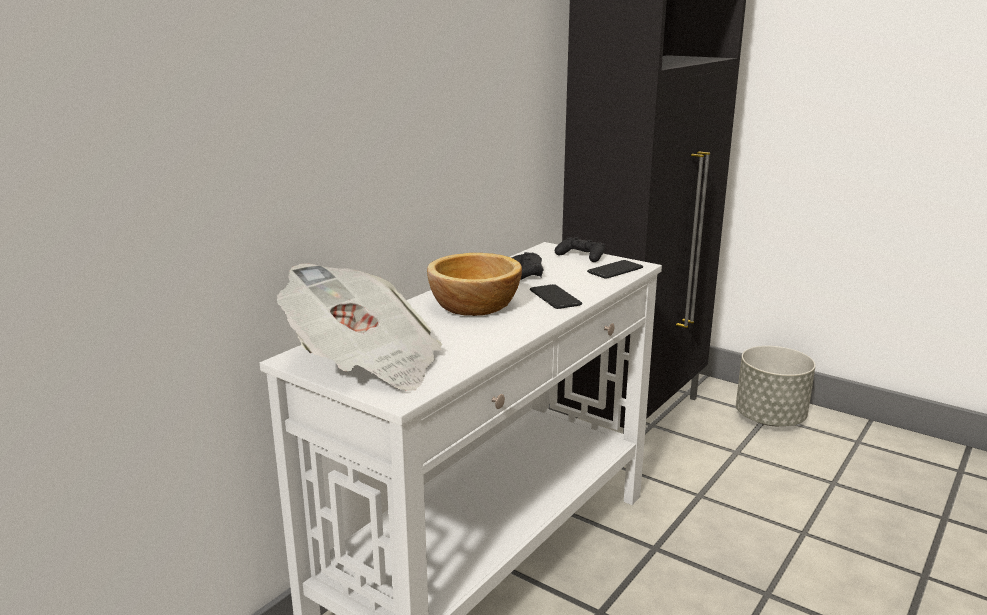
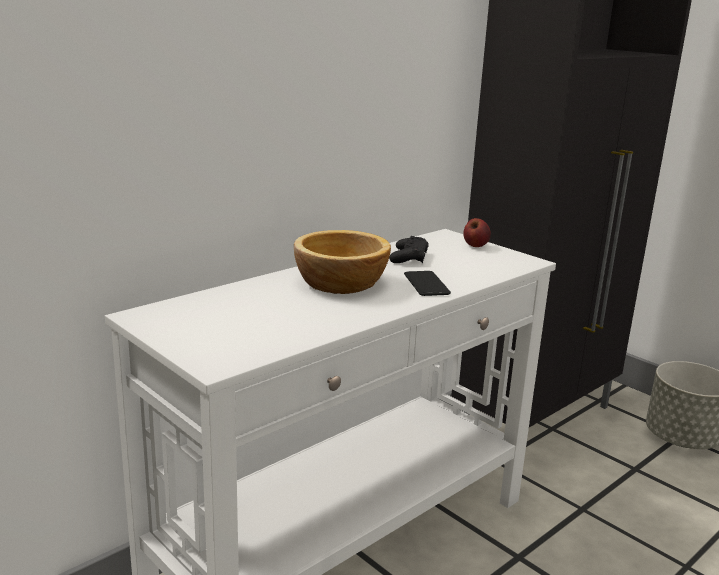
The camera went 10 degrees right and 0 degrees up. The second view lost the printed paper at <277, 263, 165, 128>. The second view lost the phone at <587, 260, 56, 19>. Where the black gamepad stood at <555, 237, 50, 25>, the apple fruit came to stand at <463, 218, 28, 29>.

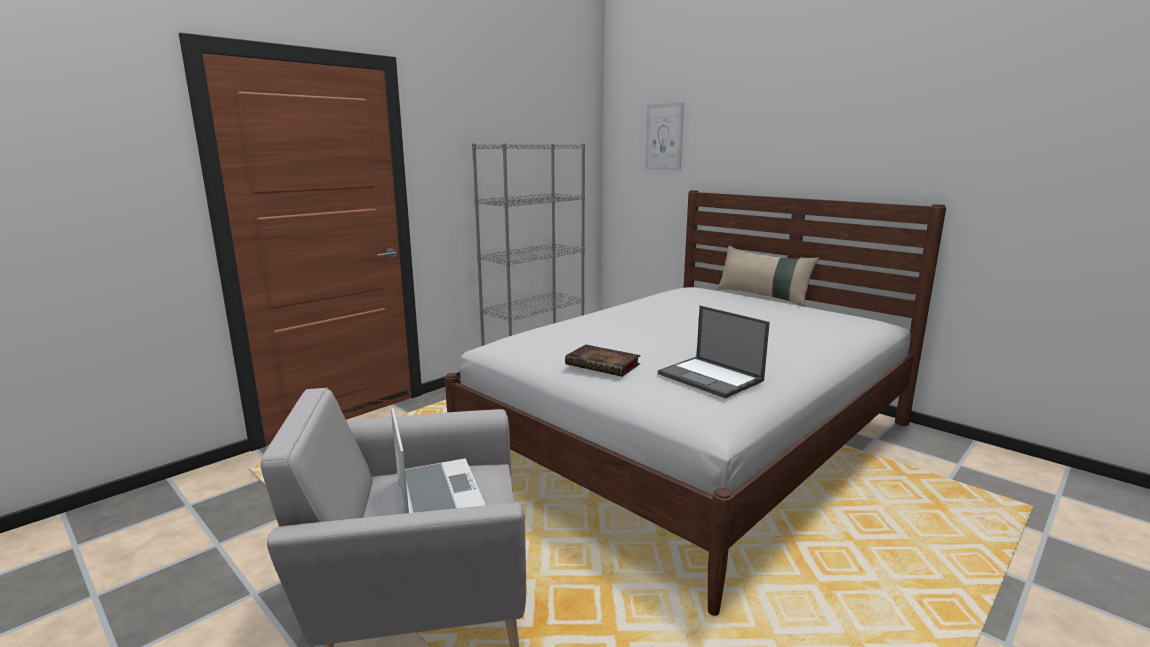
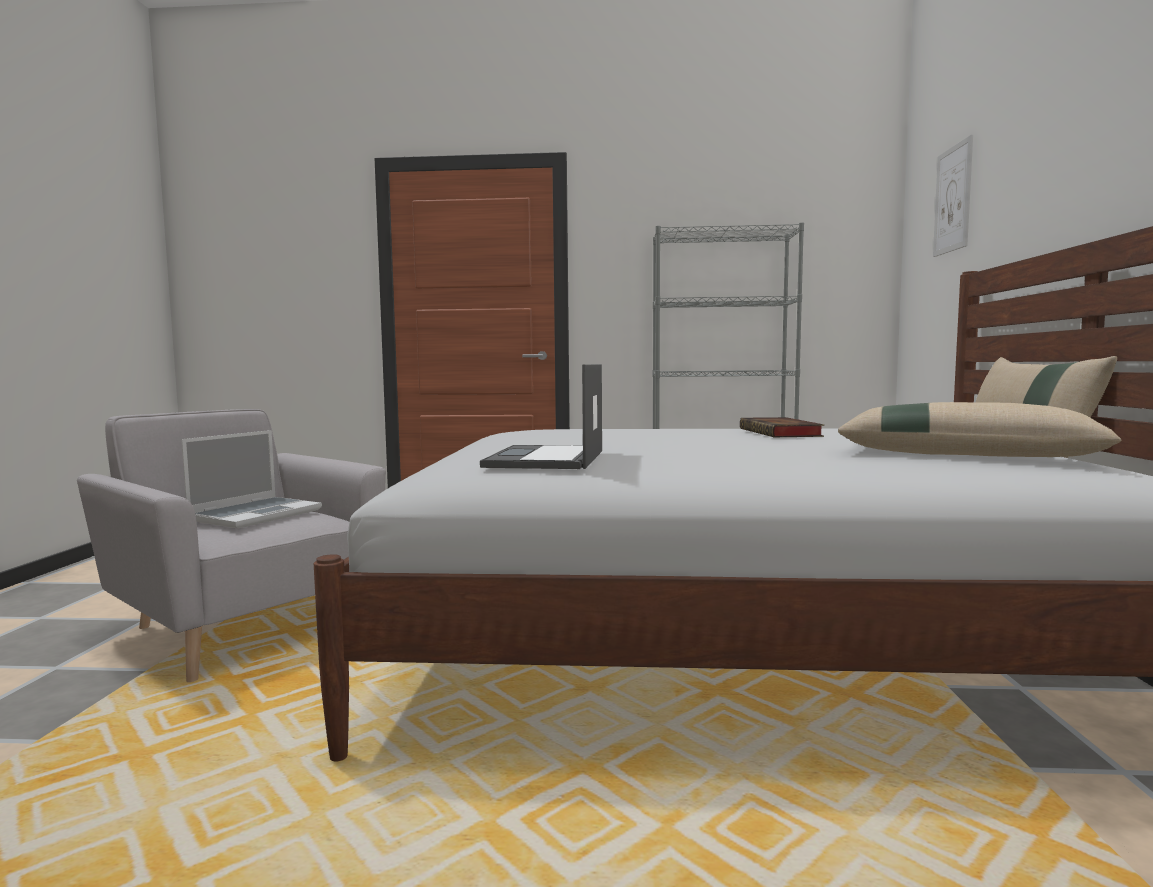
The camera went 50 degrees right and 10 degrees down. The second view gained the sand-coloured cushion at <838, 402, 283, 55>. The book ended up elsewhere, having gone from <565, 345, 76, 32> to <740, 417, 84, 20>.

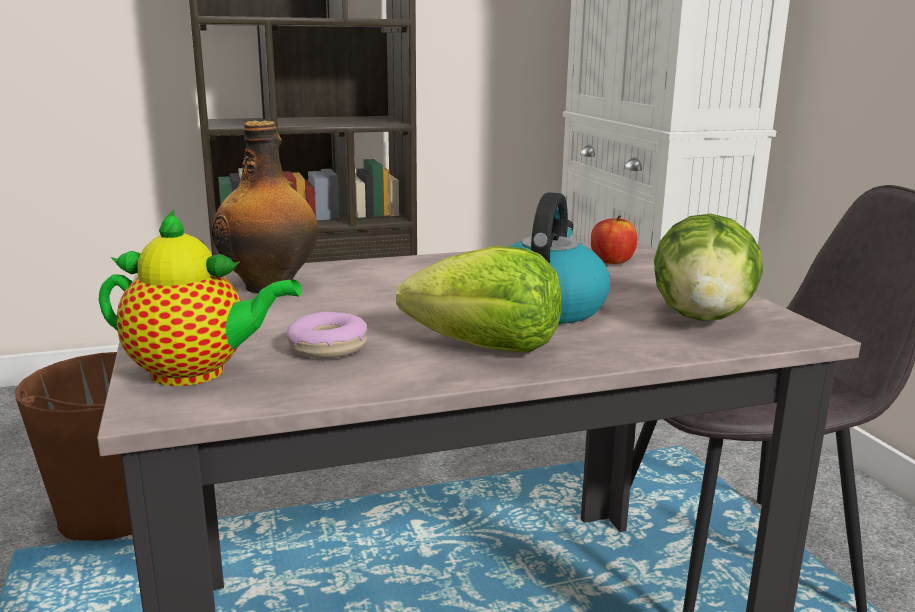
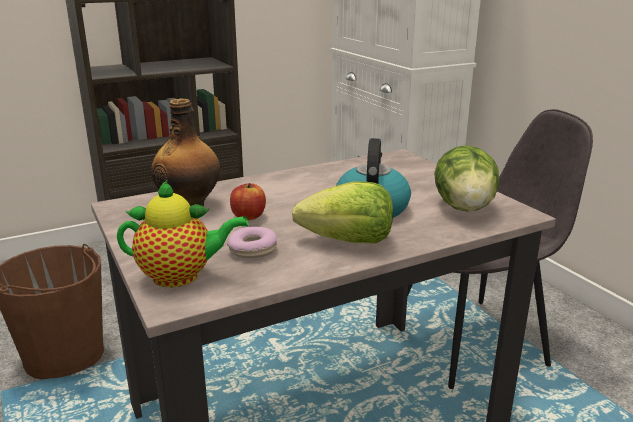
The camera went 10 degrees left and 5 degrees up. The apple fruit ended up elsewhere, having gone from <591, 215, 46, 49> to <230, 183, 36, 37>.

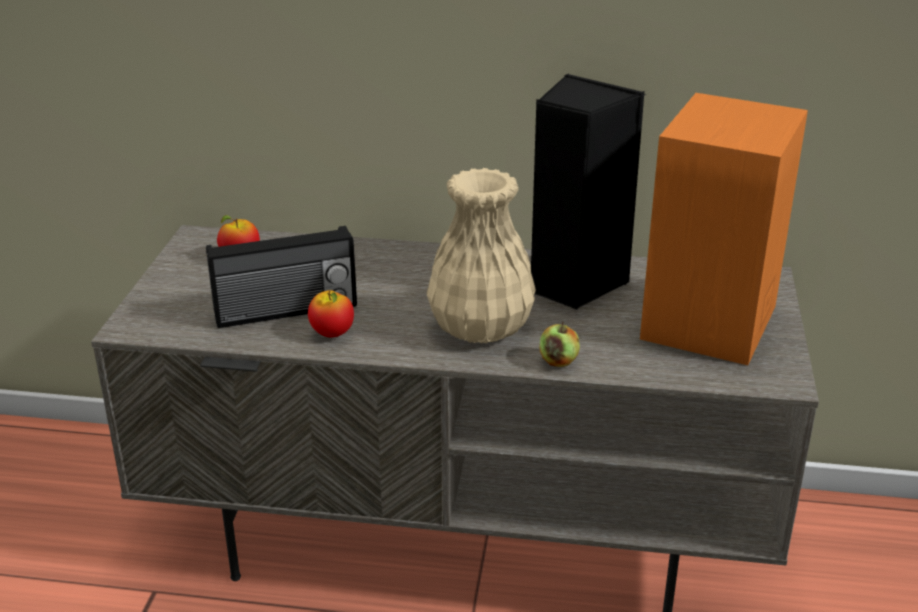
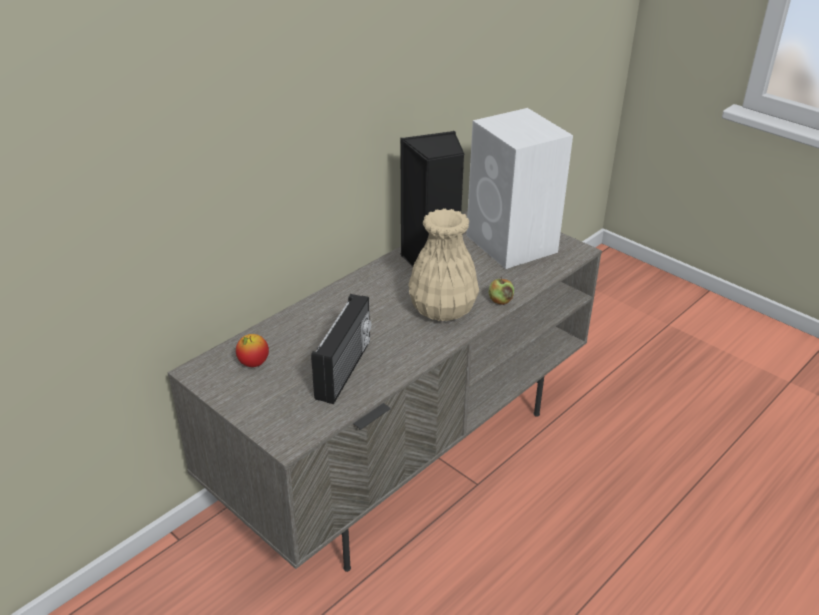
The camera went 55 degrees left and 5 degrees up. The second view lost the apple fruit at <308, 290, 46, 48>. What was the orangey audio speaker at <640, 93, 168, 272> turned into the white-coloured audio speaker at <466, 108, 107, 161>.

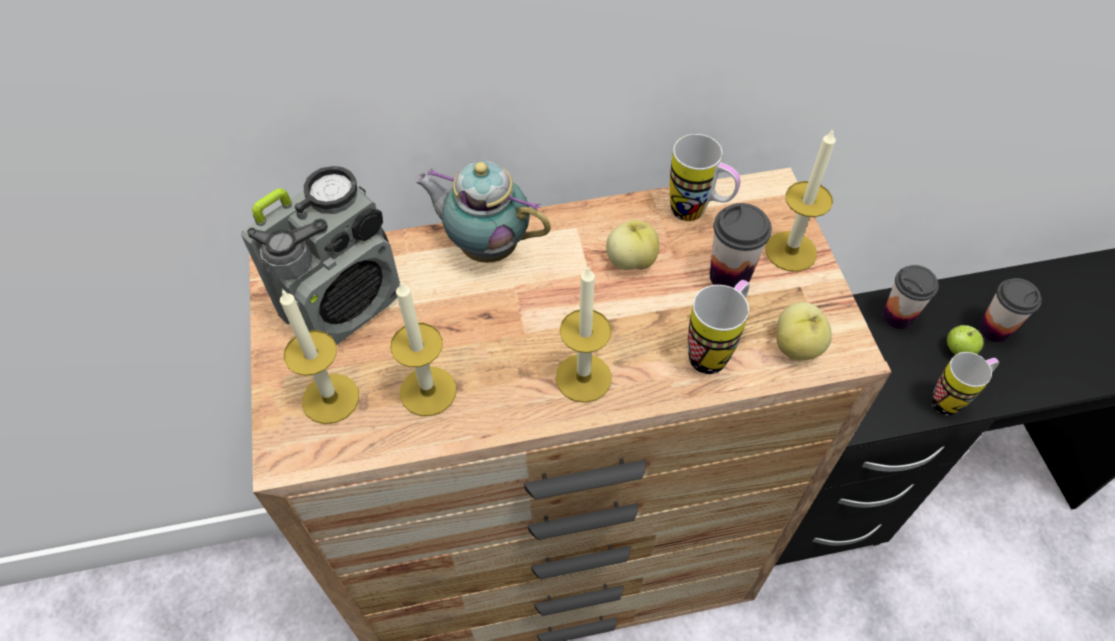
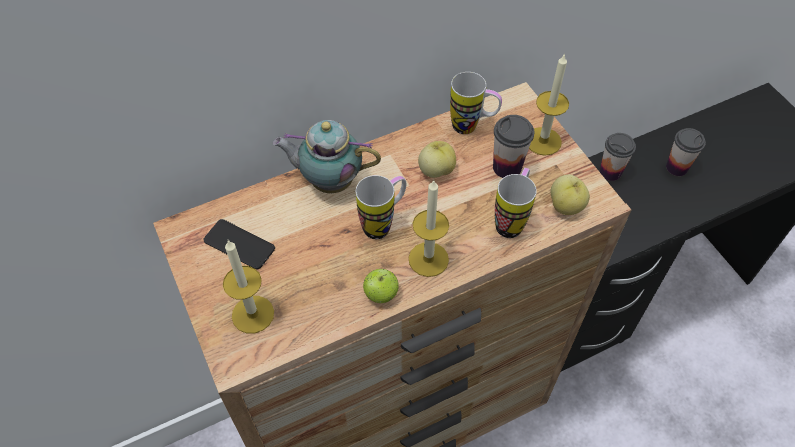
The camera went 15 degrees left and 0 degrees up. The second view lost the candle at <390, 281, 66, 135>. The mug ended up elsewhere, having gone from <931, 352, 68, 64> to <356, 175, 50, 64>. The apple fruit ended up elsewhere, having gone from <947, 325, 36, 30> to <363, 269, 36, 34>. Where the radio receiver stood at <241, 166, 159, 179>, the phone came to stand at <203, 219, 72, 50>.

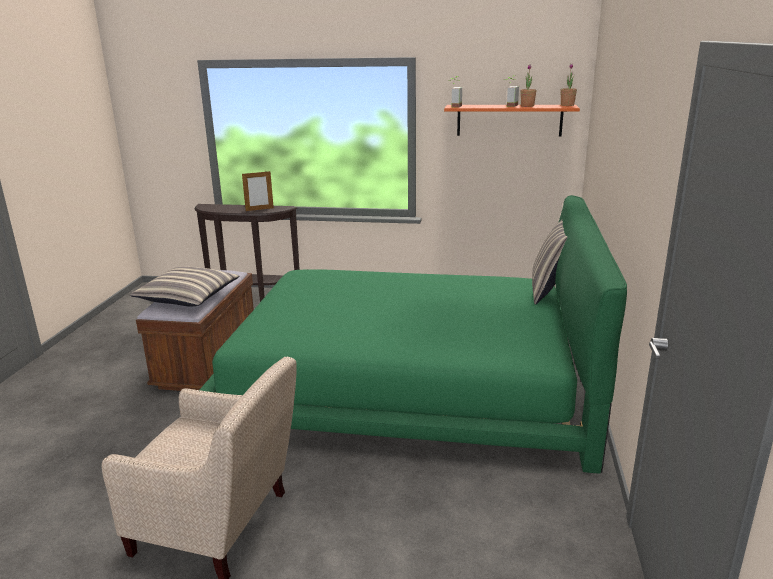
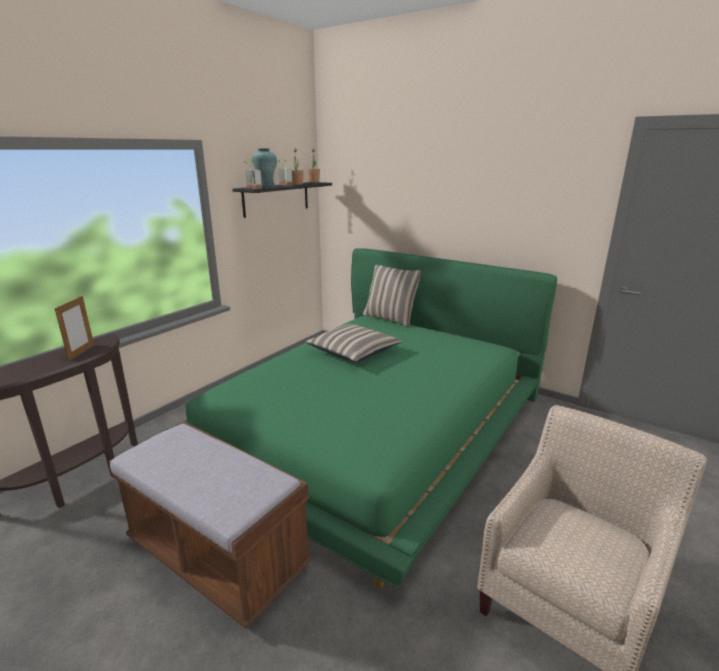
The camera went 65 degrees left and 0 degrees up. The second view gained the turquoise flower vase at <252, 148, 25, 40>. The cushion ended up elsewhere, having gone from <130, 266, 109, 41> to <306, 324, 96, 38>. What was the orangey wall shelf at <444, 105, 136, 31> turned into the black wall shelf at <233, 182, 99, 36>.

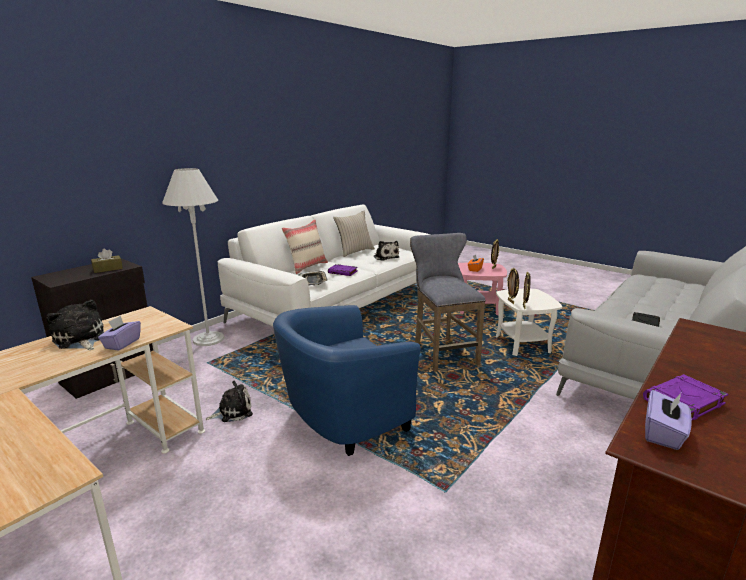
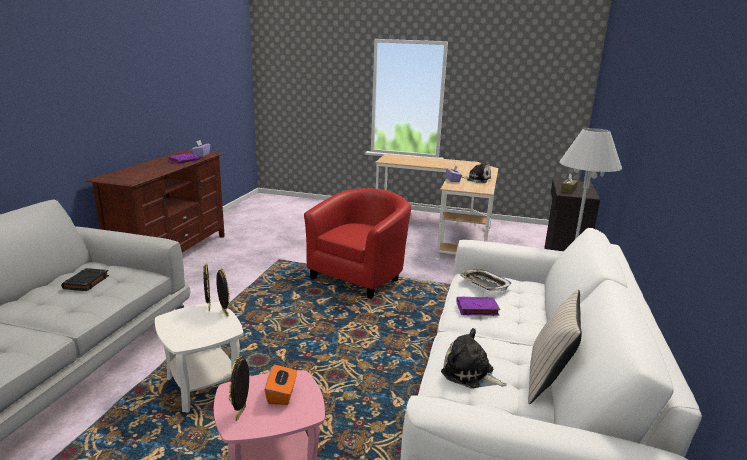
The camera went 155 degrees right and 0 degrees up. The second view lost the plush toy at <205, 381, 48, 41>. The second view lost the sand-coloured cushion at <282, 219, 46, 55>. The second view lost the gray sitting stool at <410, 233, 76, 139>. What was the bluish lounge chair at <273, 305, 148, 151> turned into the red-coloured lounge chair at <304, 188, 107, 111>.

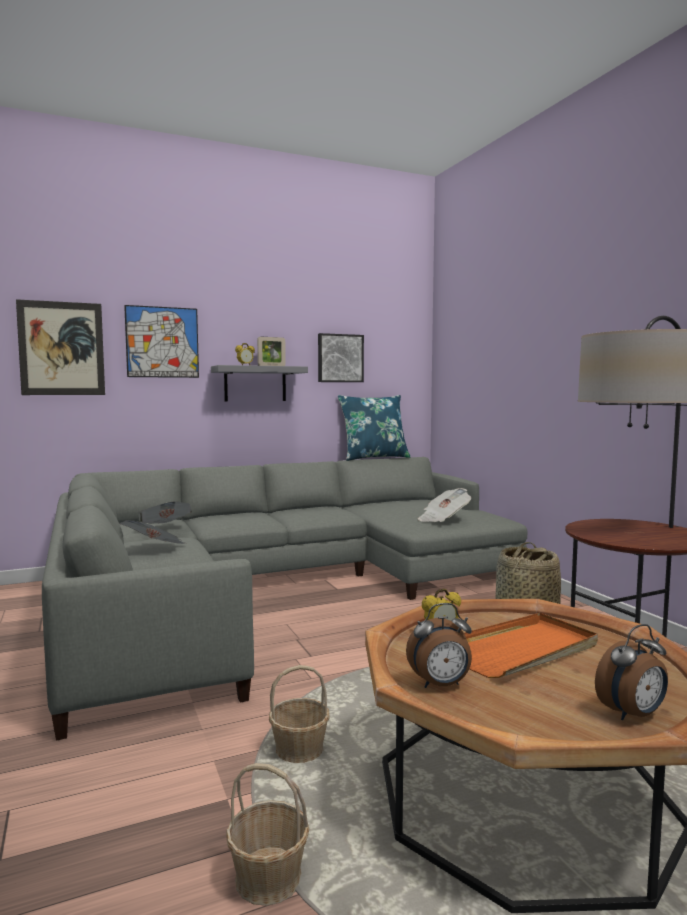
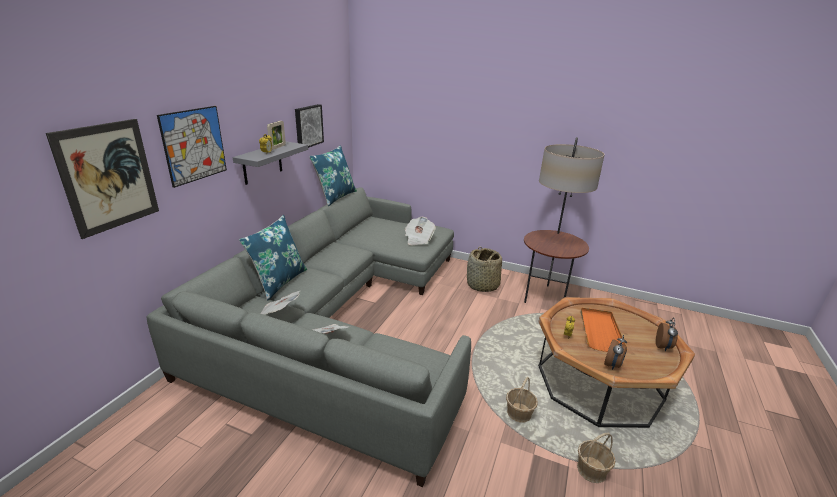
The camera went 45 degrees left and 20 degrees up. The second view gained the bluish cushion at <239, 215, 68, 85>.

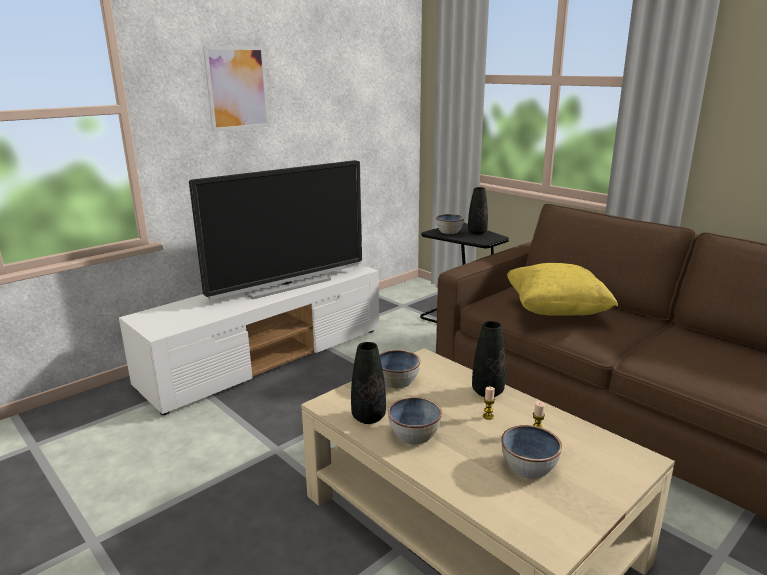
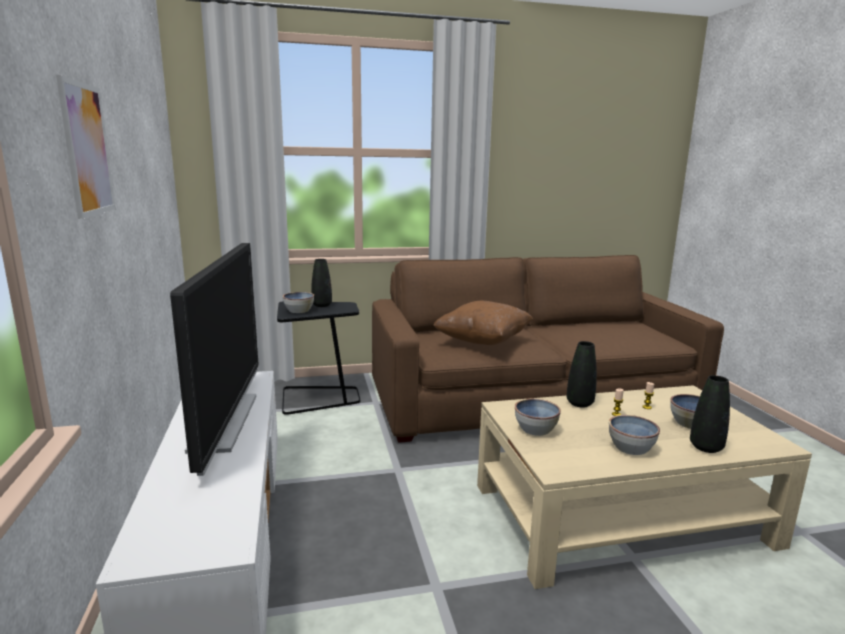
The camera went 60 degrees left and 5 degrees down. The black flower vase ended up elsewhere, having gone from <351, 342, 35, 82> to <690, 375, 40, 78>. What was the yellow-coloured cushion at <507, 263, 111, 53> turned into the brown cushion at <433, 301, 101, 44>.

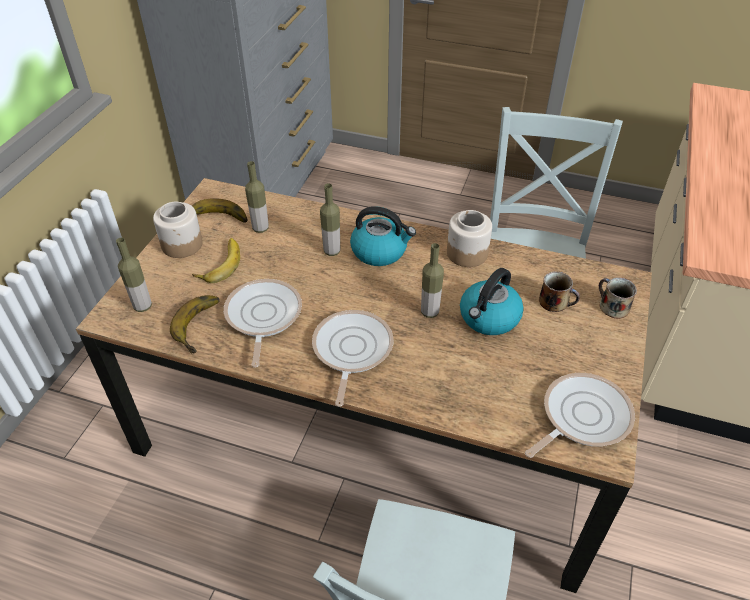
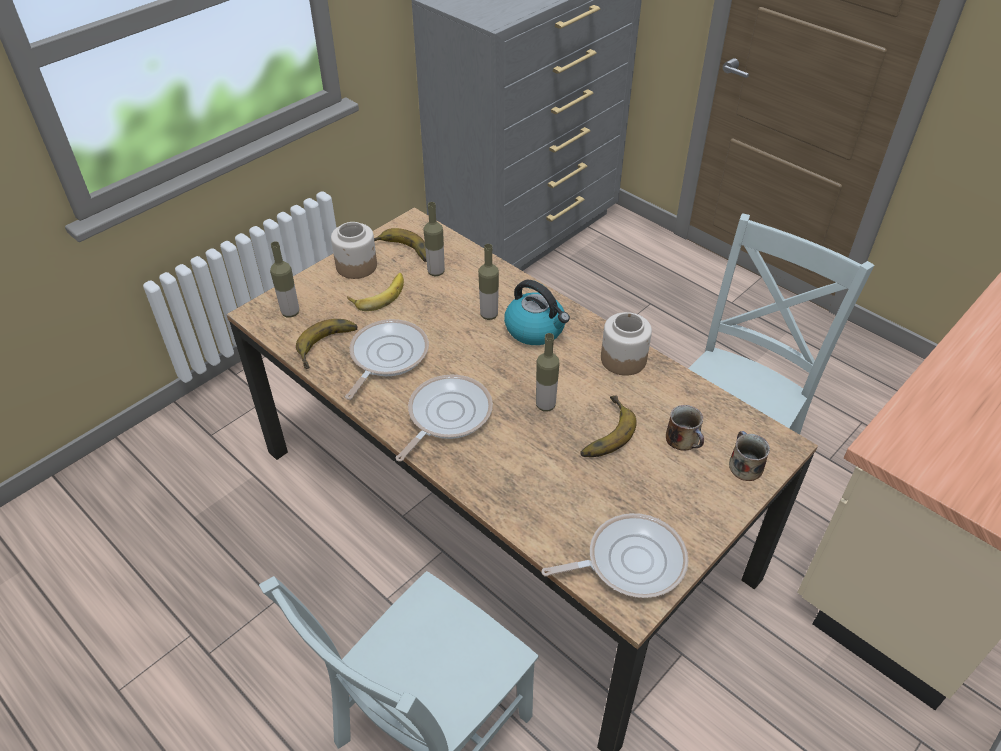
The camera went 25 degrees right and 0 degrees up. Where the tea kettle stood at <460, 268, 64, 67>, the banana fruit came to stand at <580, 396, 57, 61>.

